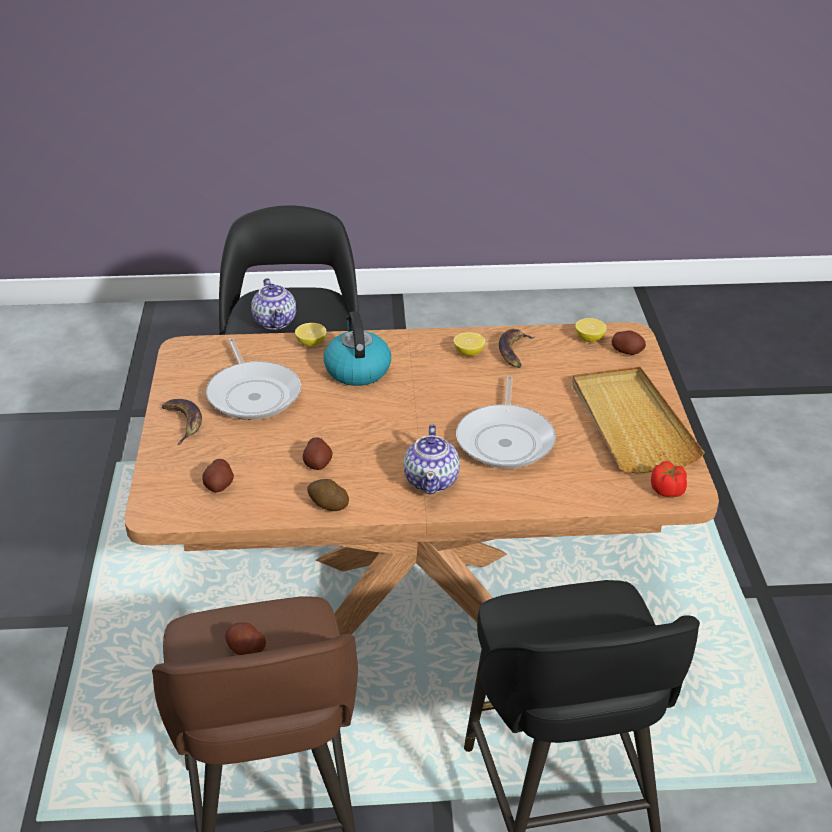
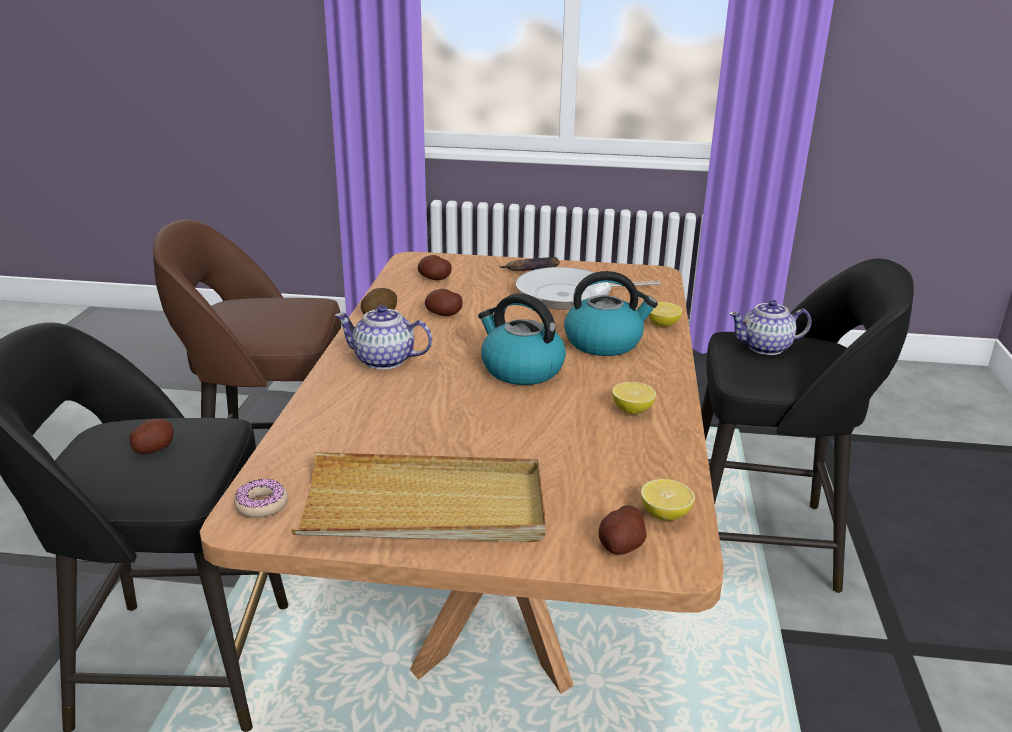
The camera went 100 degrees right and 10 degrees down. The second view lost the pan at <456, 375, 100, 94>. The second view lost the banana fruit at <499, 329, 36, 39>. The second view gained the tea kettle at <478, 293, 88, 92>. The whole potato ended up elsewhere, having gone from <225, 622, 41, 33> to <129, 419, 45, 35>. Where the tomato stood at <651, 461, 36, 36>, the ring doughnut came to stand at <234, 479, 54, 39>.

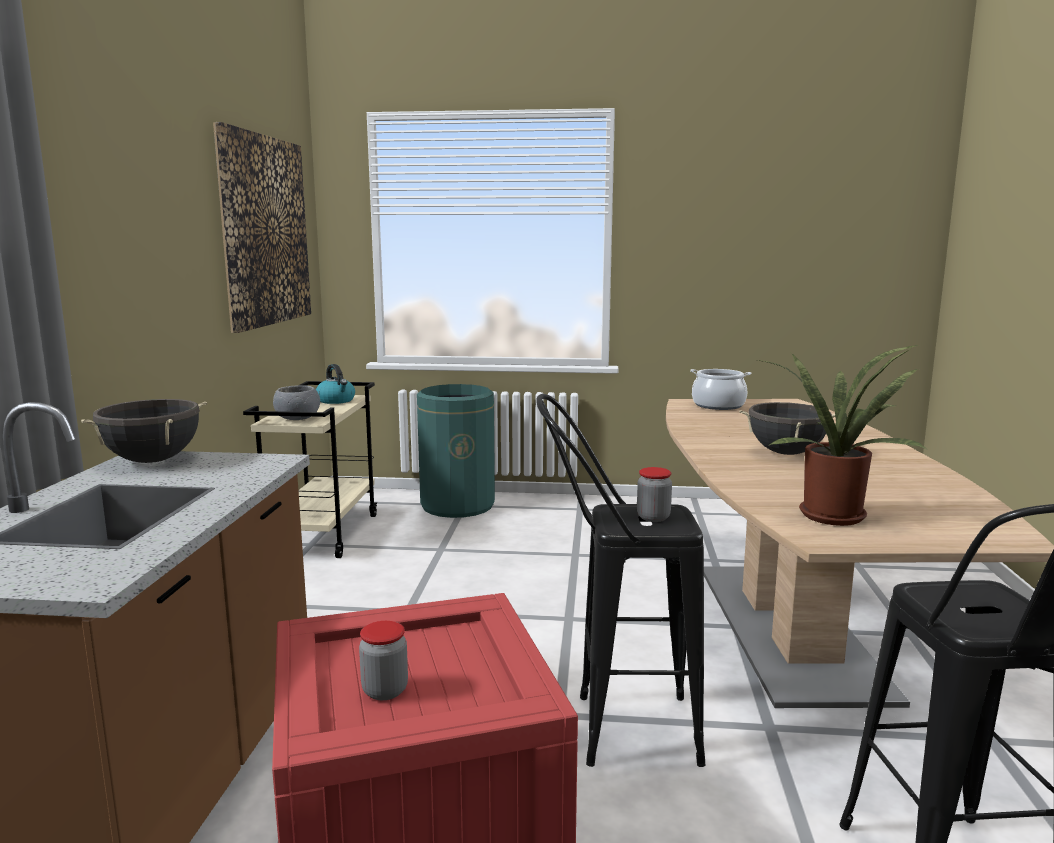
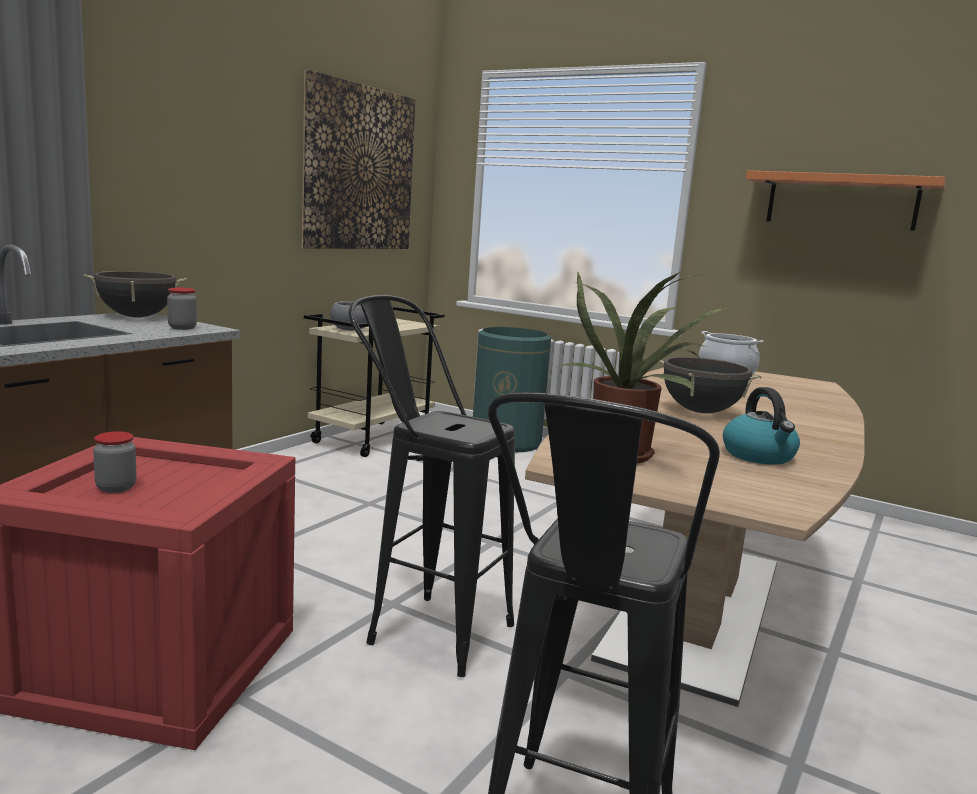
The camera went 25 degrees right and 0 degrees up. The second view gained the orangey wall shelf at <746, 170, 200, 61>. The tea kettle ended up elsewhere, having gone from <316, 364, 39, 40> to <723, 387, 77, 78>. The preserve jar ended up elsewhere, having gone from <637, 467, 35, 55> to <167, 288, 30, 42>.

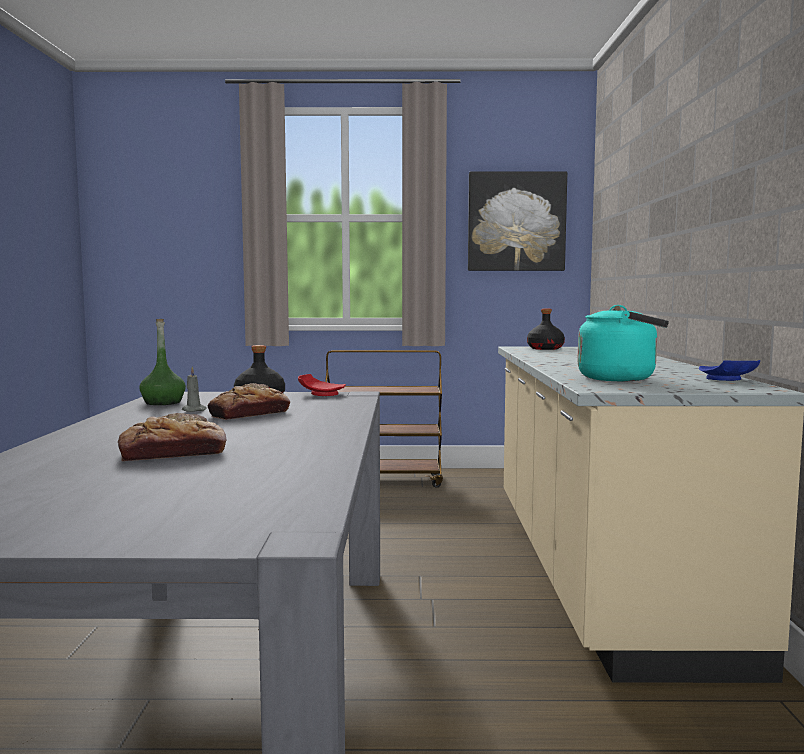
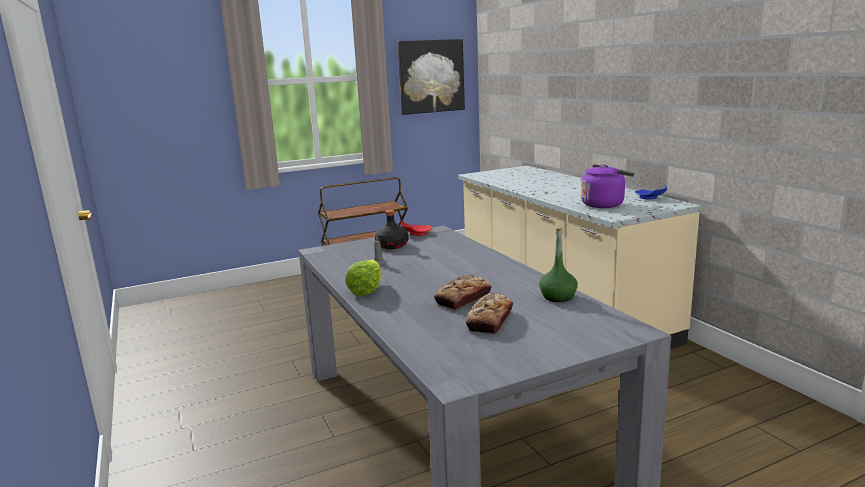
The camera went 25 degrees left and 10 degrees up. The second view lost the black beverage bottle at <527, 309, 38, 41>. The second view gained the lettuce at <345, 260, 37, 36>. The greenish beverage bottle ended up elsewhere, having gone from <139, 319, 47, 86> to <539, 227, 39, 75>. The bakery bread ended up elsewhere, having gone from <208, 383, 82, 37> to <466, 292, 47, 42>. What was the turquoise tea kettle at <577, 305, 92, 77> turned into the purple-coloured tea kettle at <581, 164, 54, 44>.

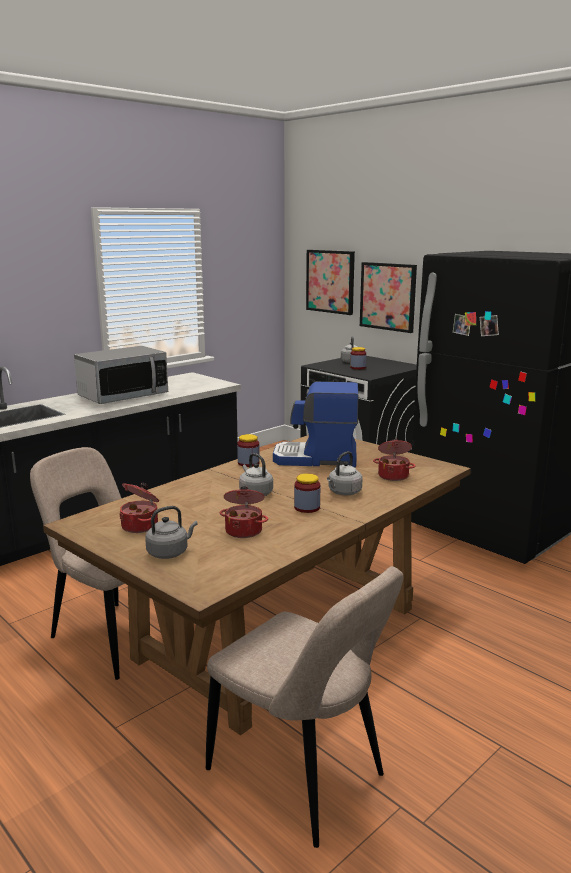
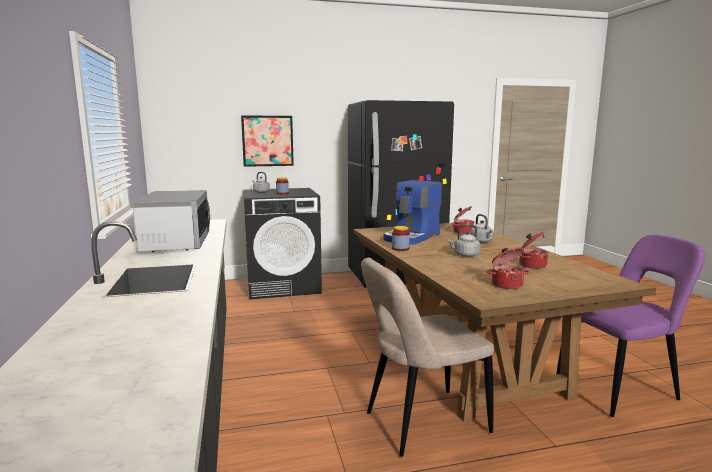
The camera went 60 degrees left and 5 degrees down. The second view lost the gray tea kettle at <145, 506, 53, 53>. The second view lost the preserve jar at <294, 474, 26, 39>. The second view lost the picture at <306, 250, 49, 65>. What was the sand-coloured chair at <206, 566, 197, 282> turned into the purple-coloured chair at <556, 235, 149, 182>.

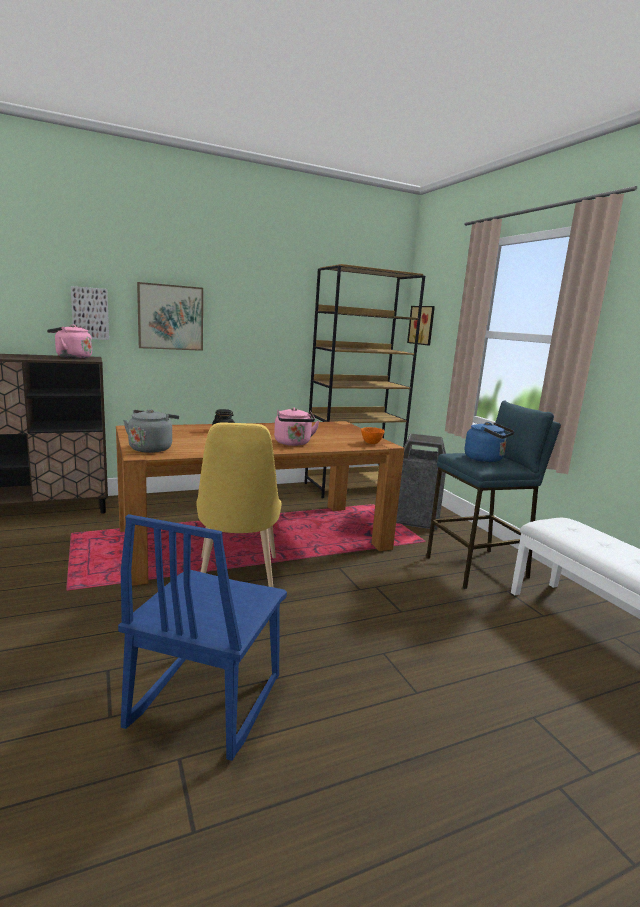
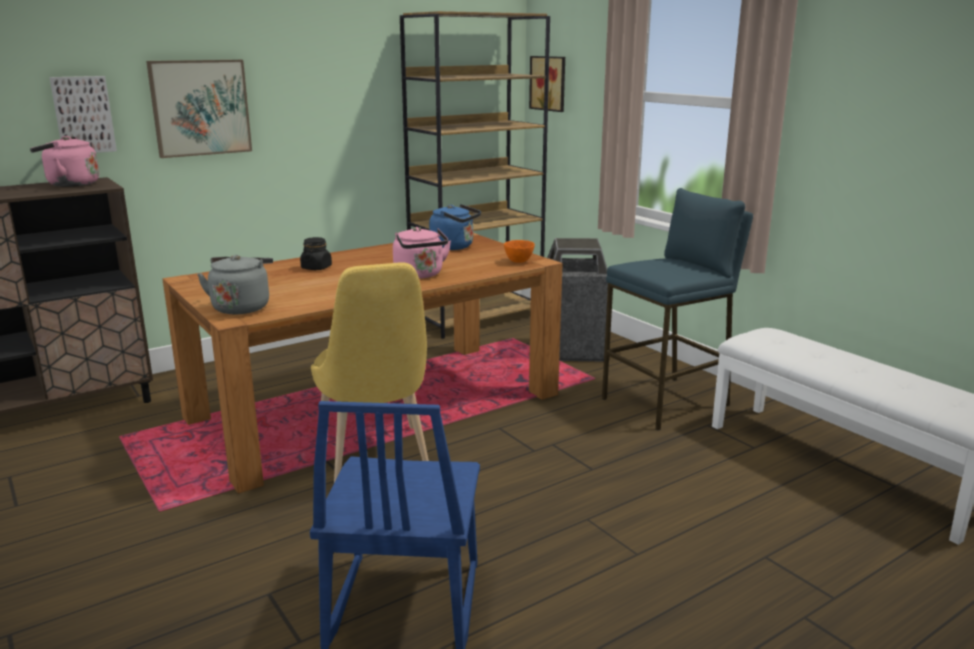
The camera went 10 degrees left and 5 degrees up. The bluish tea kettle ended up elsewhere, having gone from <465, 422, 50, 40> to <429, 204, 52, 46>.

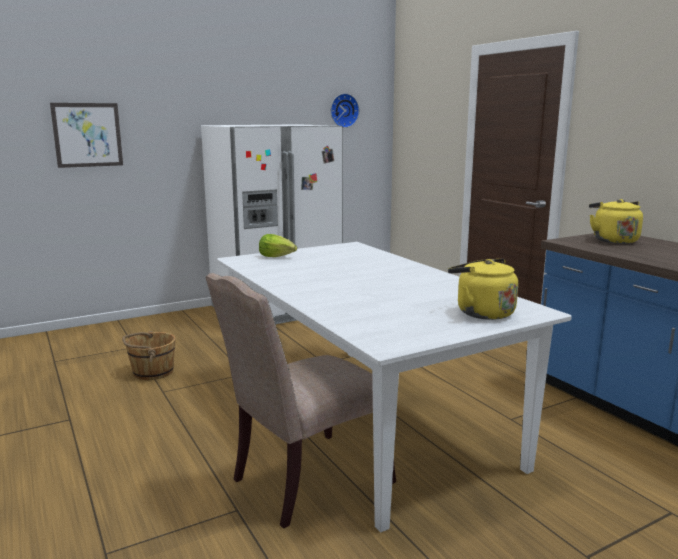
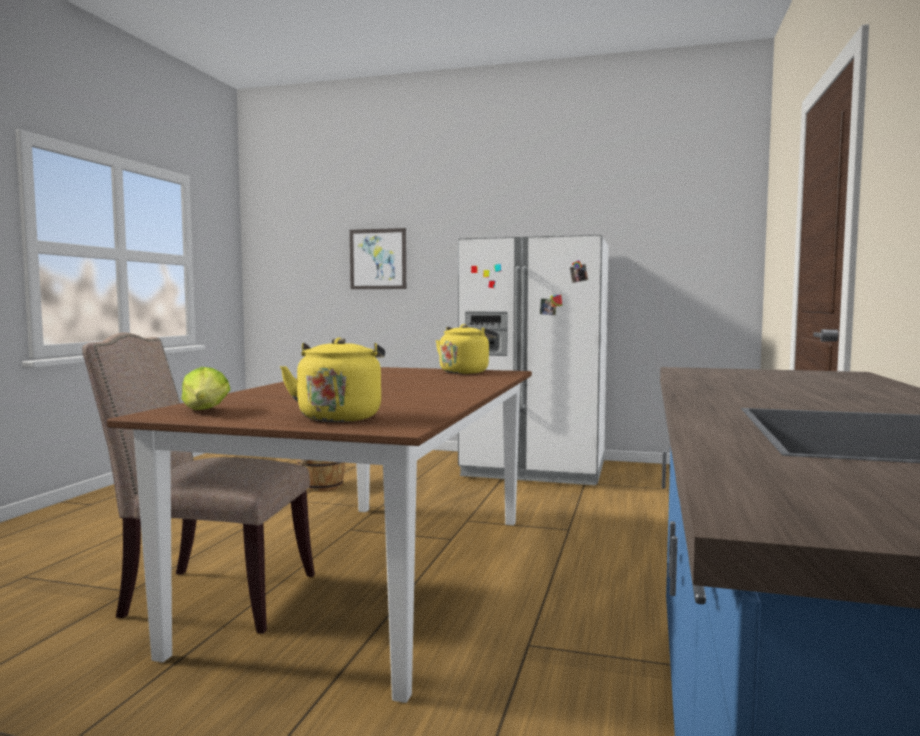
The camera went 45 degrees right and 10 degrees down. The second view lost the clock on the wall at <331, 93, 28, 35>. The lettuce ended up elsewhere, having gone from <259, 234, 38, 23> to <181, 367, 50, 43>. The yellow-coloured tea kettle ended up elsewhere, having gone from <589, 199, 54, 45> to <436, 324, 62, 50>. What was the white-coloured dining table at <217, 242, 355, 290> turned into the brown dining table at <107, 367, 425, 336>.

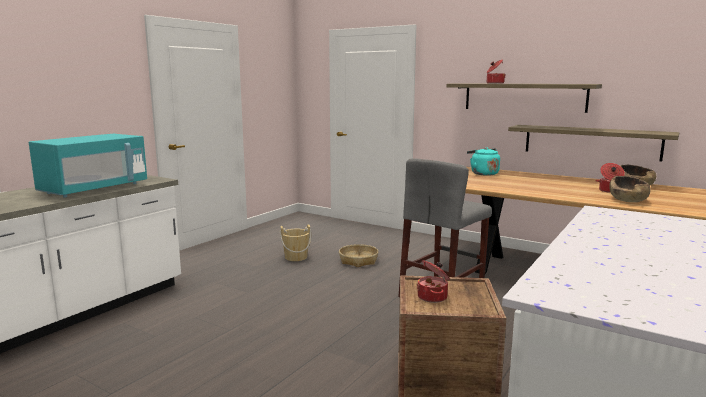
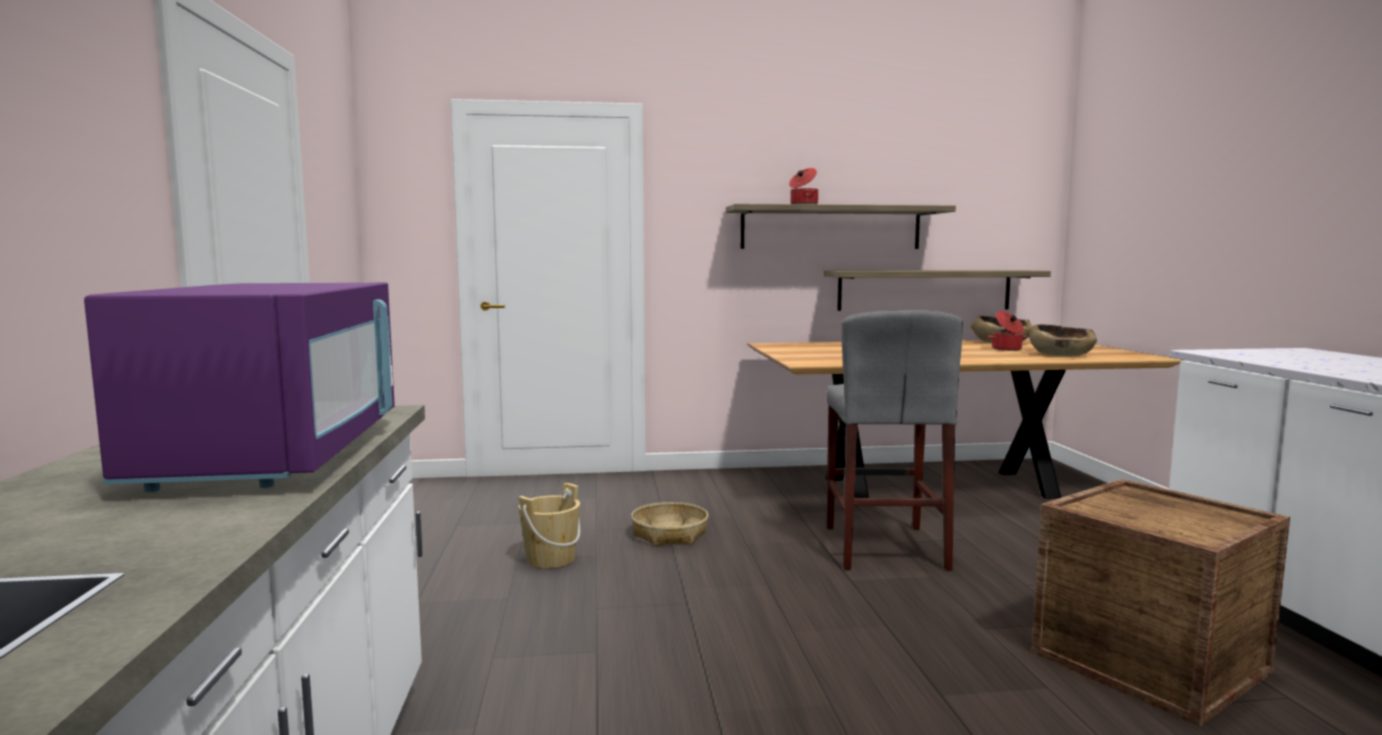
The camera went 40 degrees left and 5 degrees down. The second view lost the saucepot at <417, 260, 33, 43>. The second view lost the turquoise tea kettle at <467, 147, 33, 29>. What was the turquoise kitchen microwave at <29, 134, 118, 64> turned into the purple-coloured kitchen microwave at <84, 282, 311, 210>.

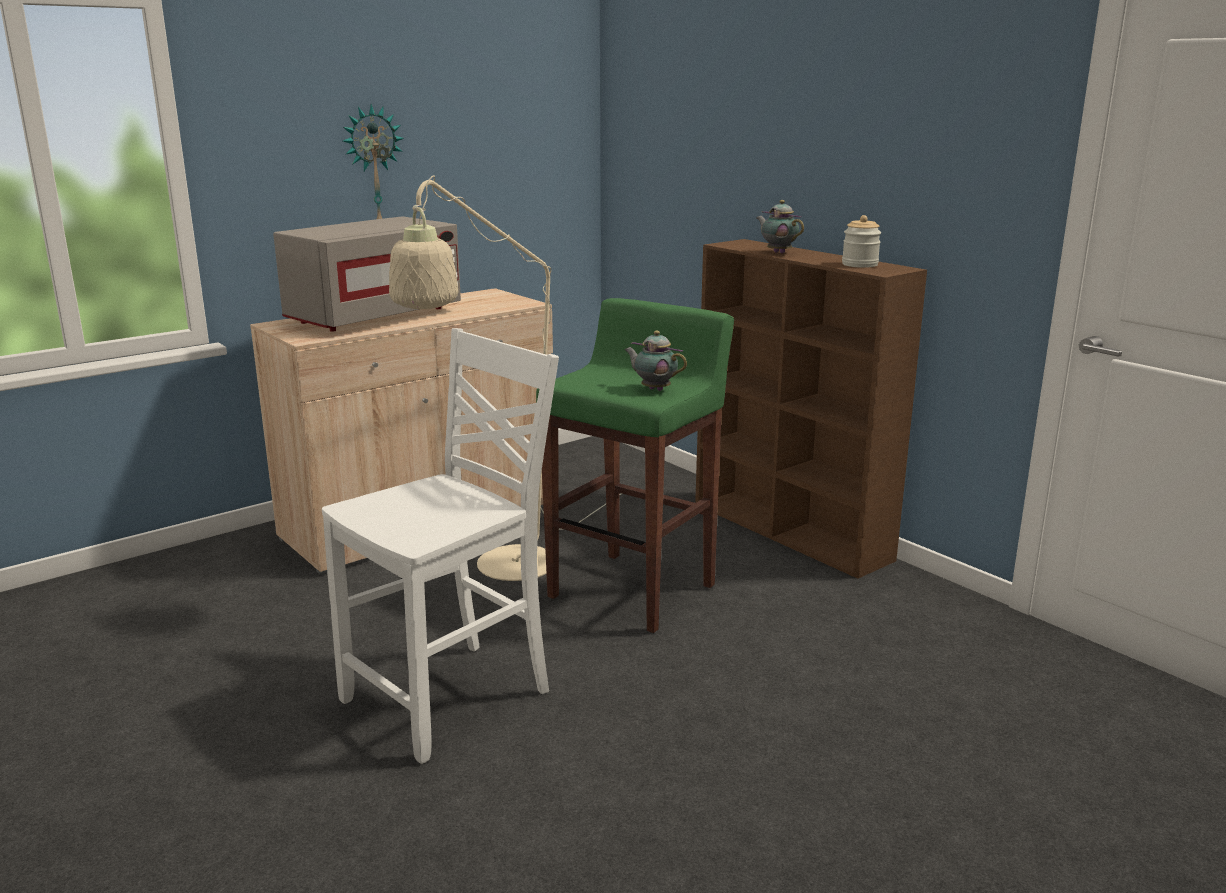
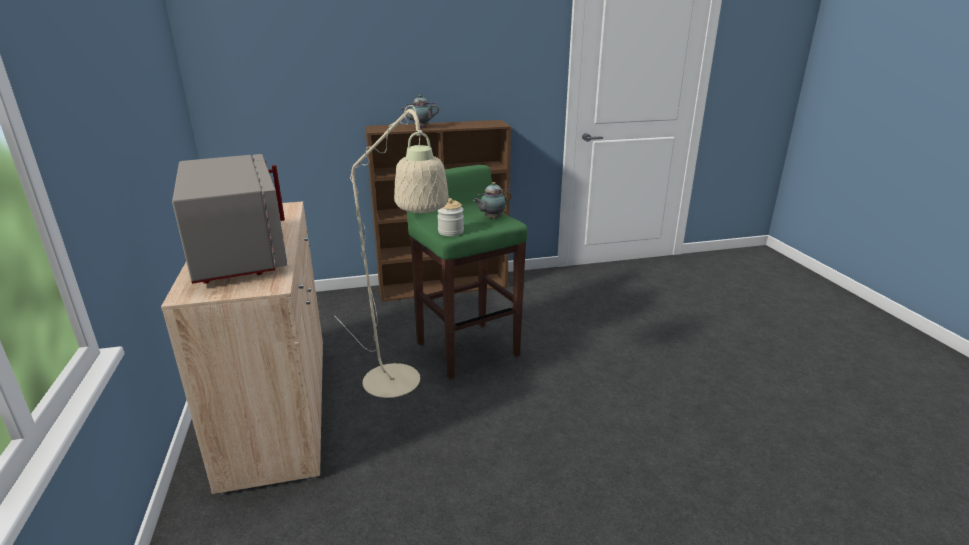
The camera went 65 degrees left and 5 degrees up. The second view lost the white-coloured chair at <322, 328, 237, 436>. The second view lost the clock on the wall at <343, 104, 61, 115>. The preserve jar ended up elsewhere, having gone from <842, 215, 39, 53> to <437, 198, 27, 38>.

